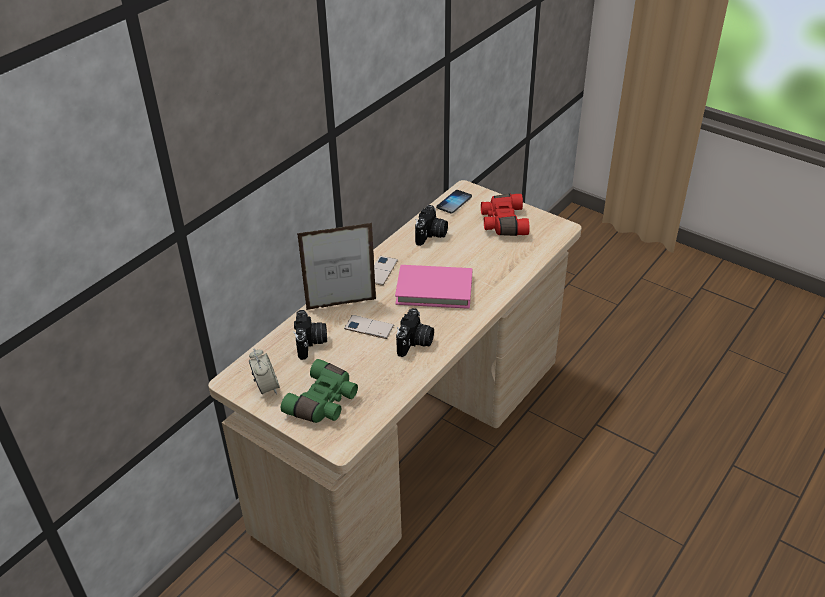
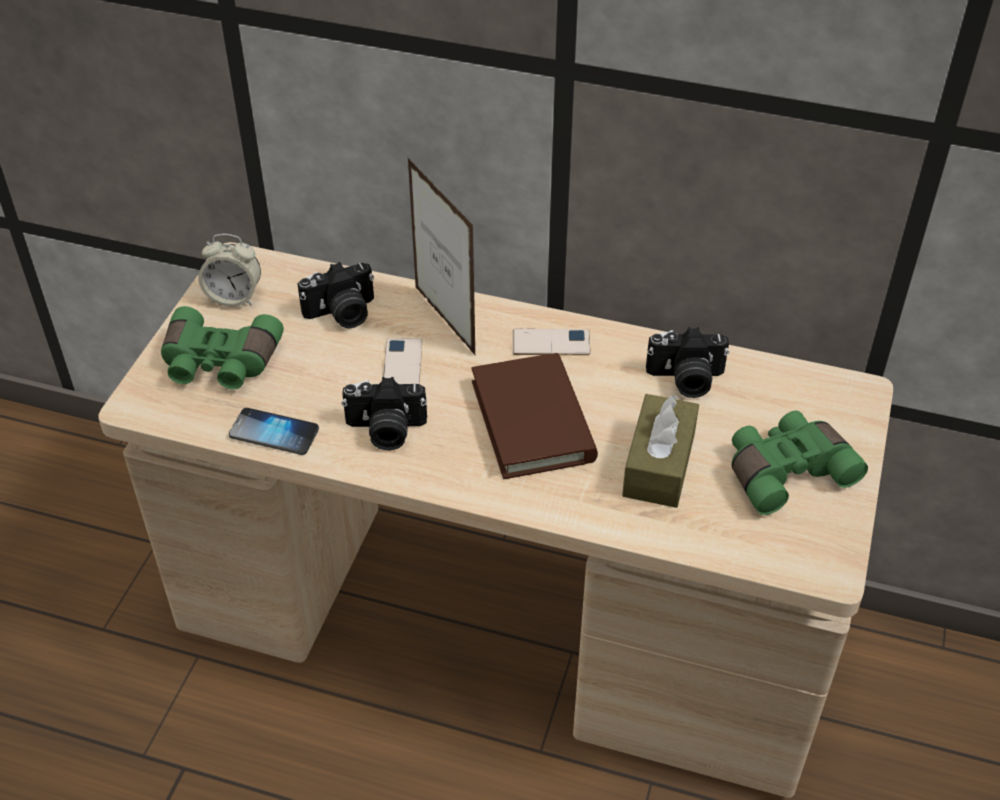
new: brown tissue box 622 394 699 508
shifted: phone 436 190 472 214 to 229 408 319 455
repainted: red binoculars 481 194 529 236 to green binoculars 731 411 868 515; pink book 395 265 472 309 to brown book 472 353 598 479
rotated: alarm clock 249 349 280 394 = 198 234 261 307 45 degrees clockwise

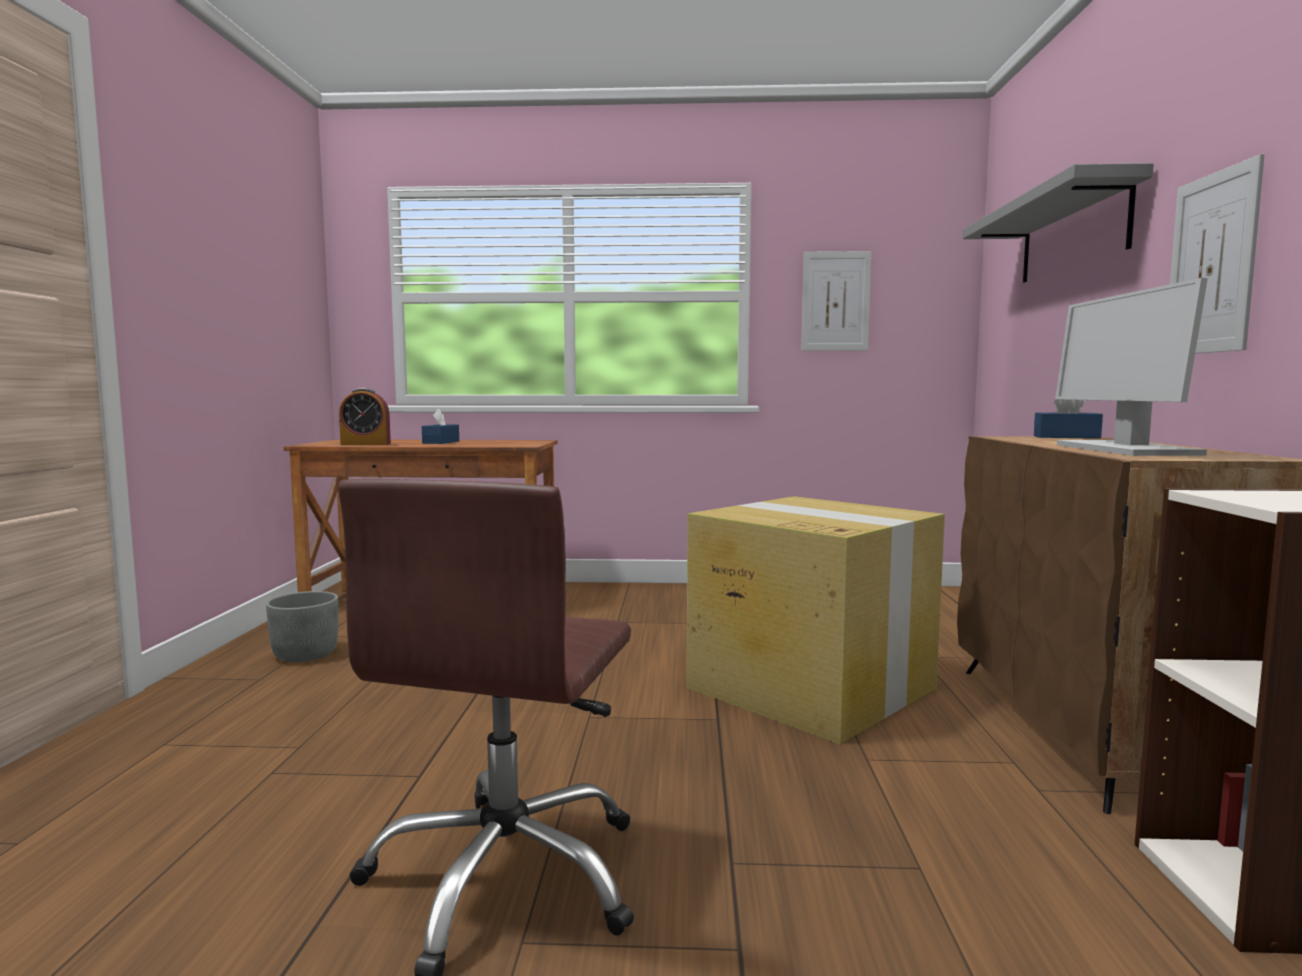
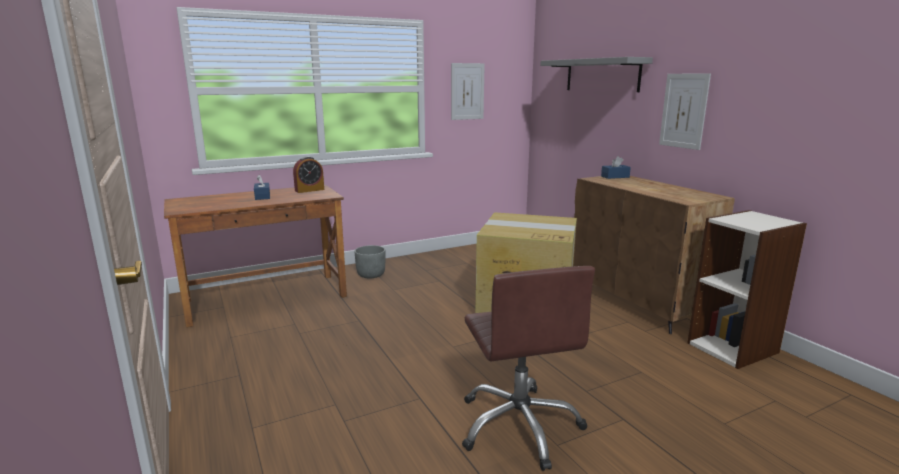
gone: monitor 1055 278 1208 456
shifted: alarm clock 339 388 391 445 to 293 156 324 193; grey planter 266 591 338 662 to 354 245 385 278

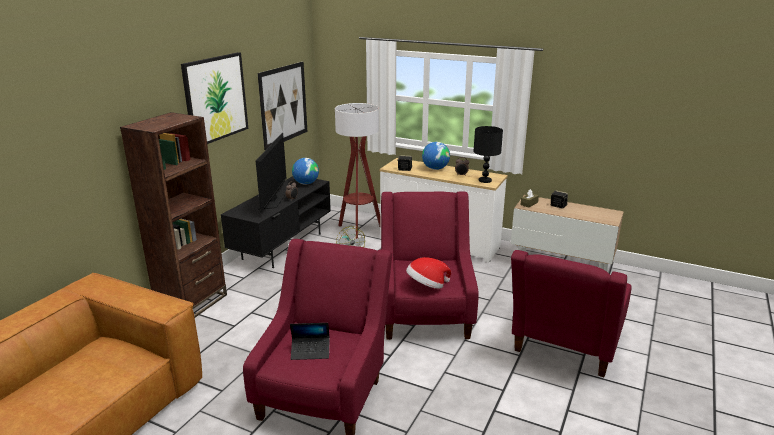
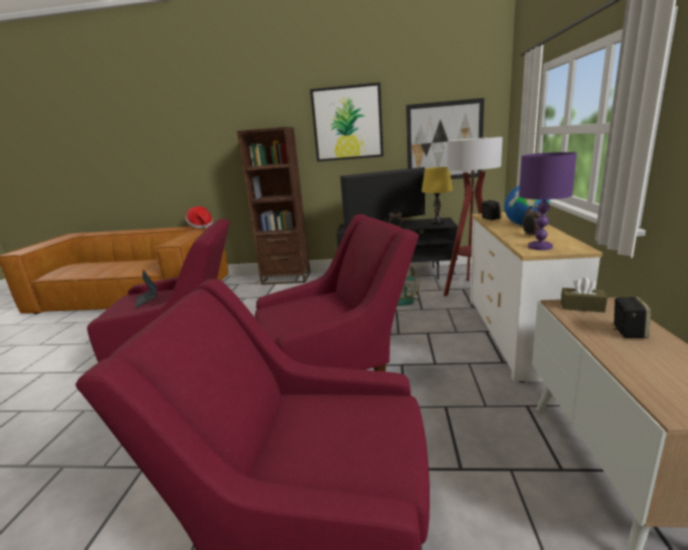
shifted: hat 406 257 451 289 to 185 206 213 228
swapped: globe 292 158 319 185 to yellow table lamp 421 167 453 225
repainted: black table lamp 473 126 503 183 to purple table lamp 519 152 577 250

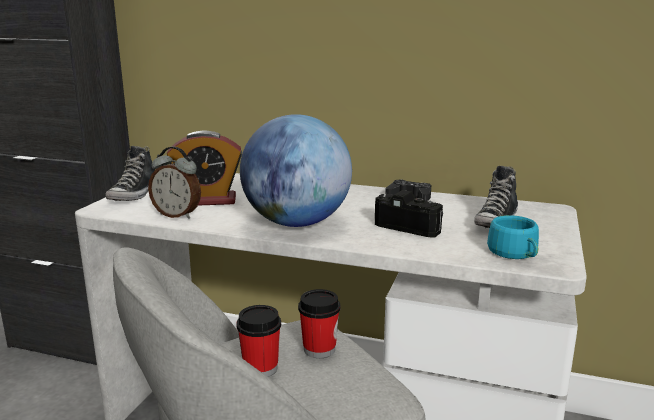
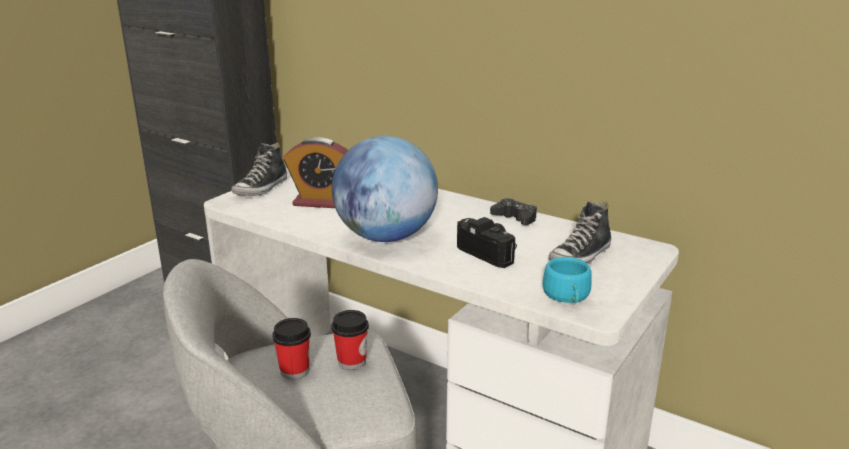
gone: alarm clock 148 147 201 219

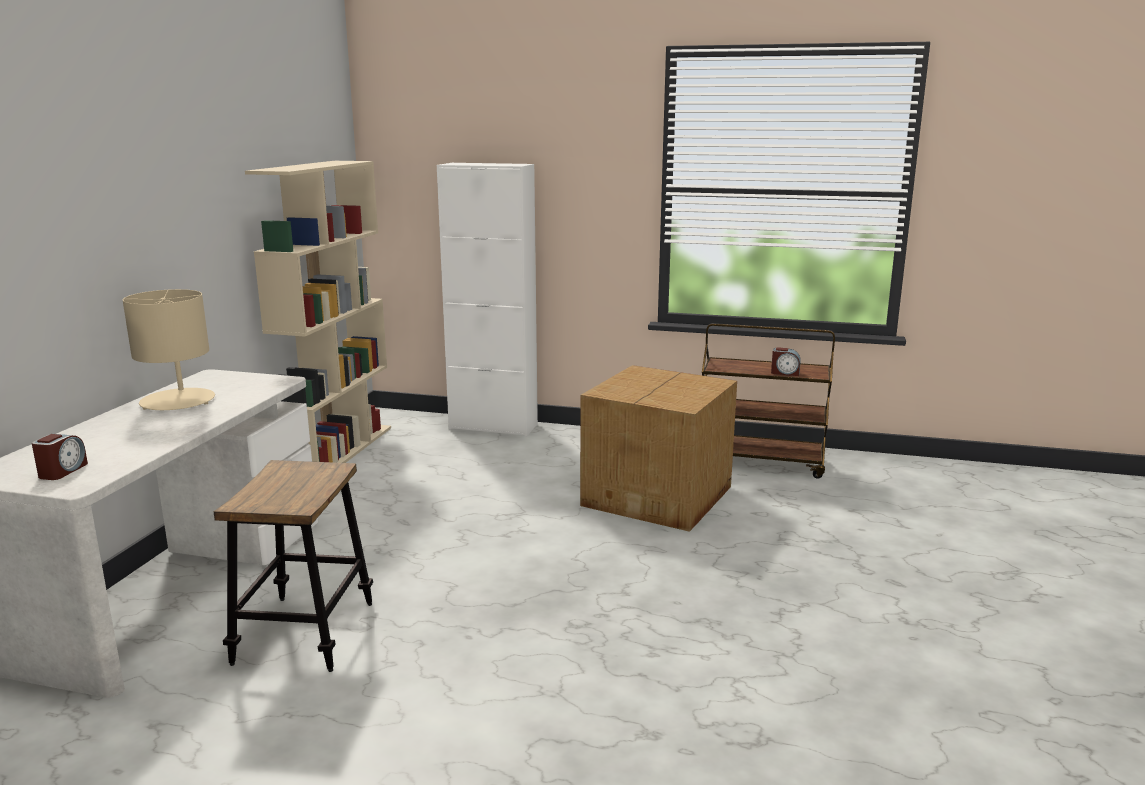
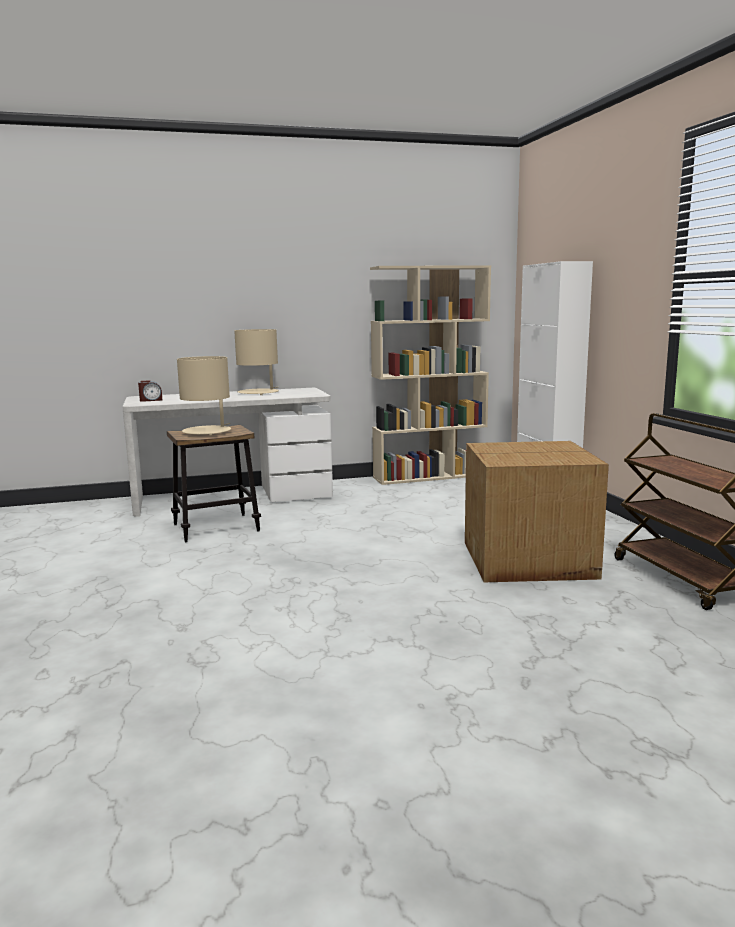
gone: alarm clock 771 347 801 376
new: beige table lamp 177 356 231 436

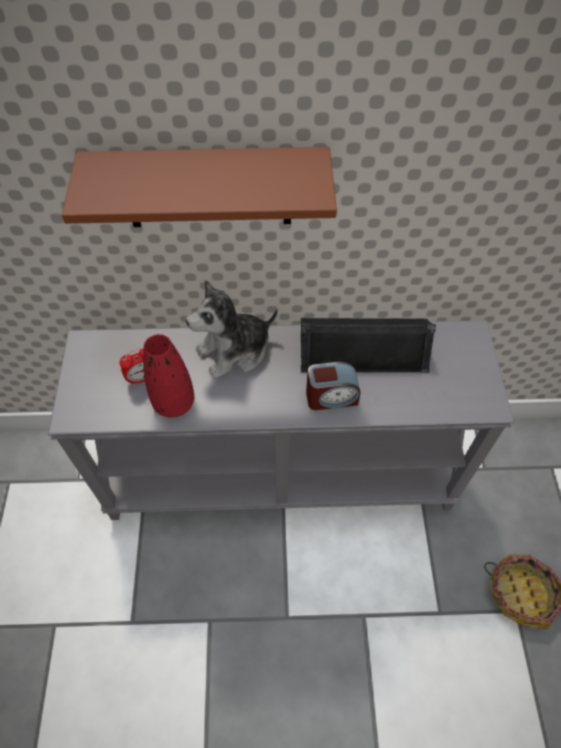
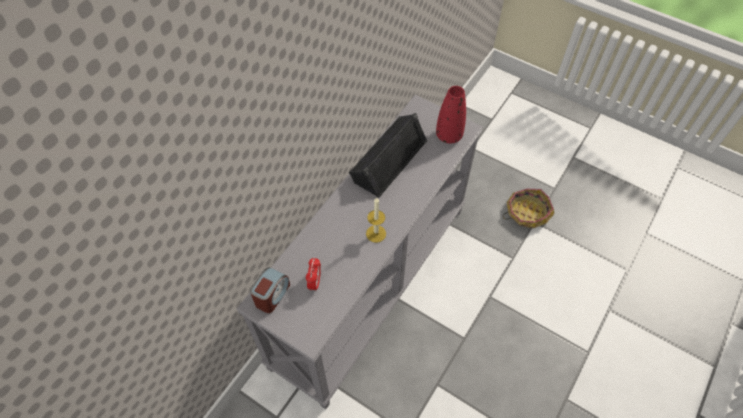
gone: brown shelf 62 147 337 227; plush toy 186 280 278 379
new: candle 366 198 386 243
shifted: red vase 143 334 194 417 to 436 86 466 144; alarm clock 306 362 360 410 to 250 267 290 313

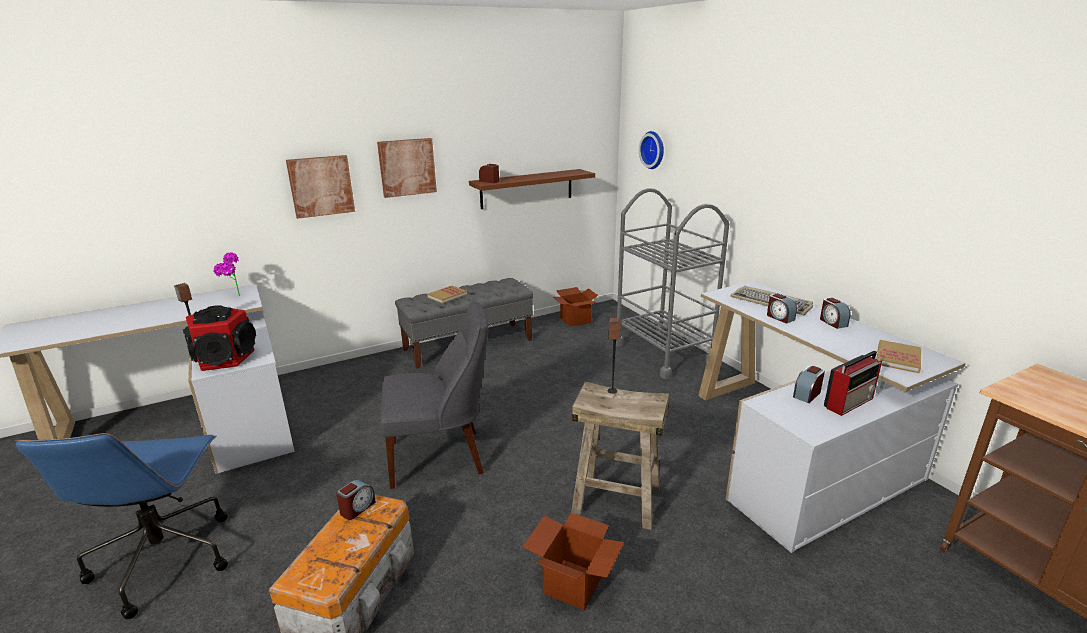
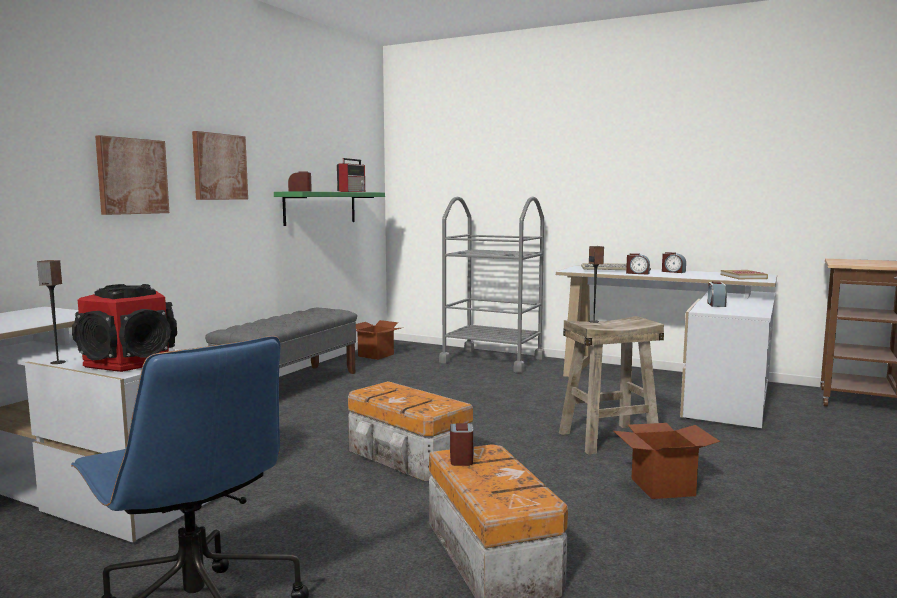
gone: wall clock 639 131 664 169; potted plant 213 252 240 296; book 427 286 467 304
shifted: radio 824 351 882 416 to 337 158 365 192
swapped: grey chair 380 301 488 489 to storage box 348 381 473 481
repainted: brown shelf 469 169 595 209 to green shelf 274 192 385 226

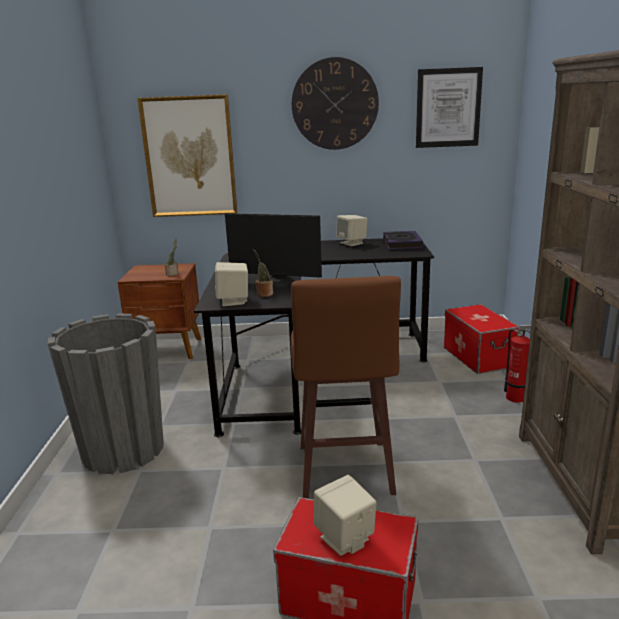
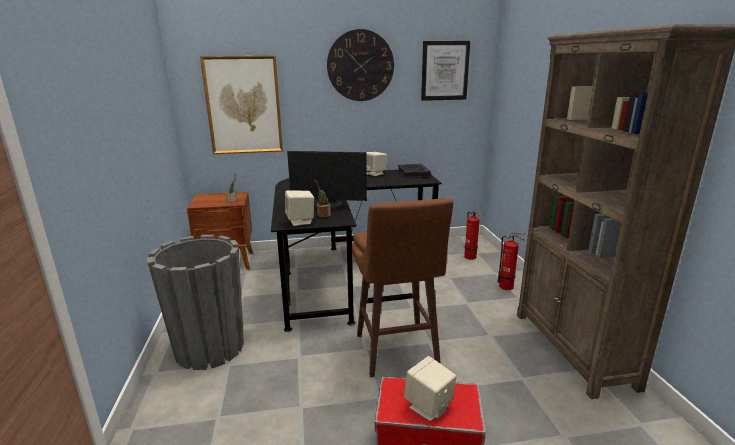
swapped: storage box 444 304 519 374 to fire extinguisher 464 209 482 260

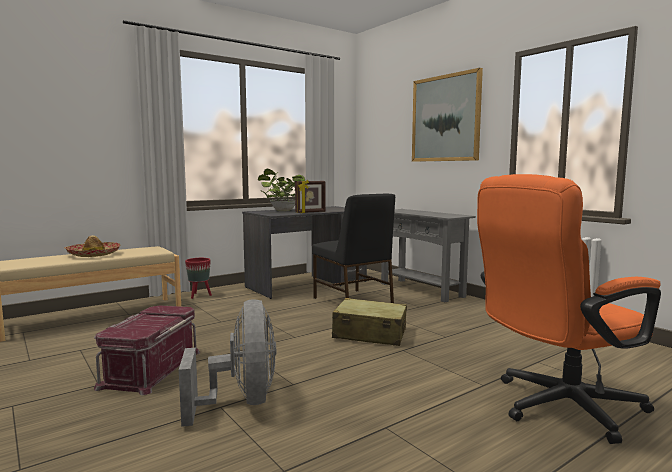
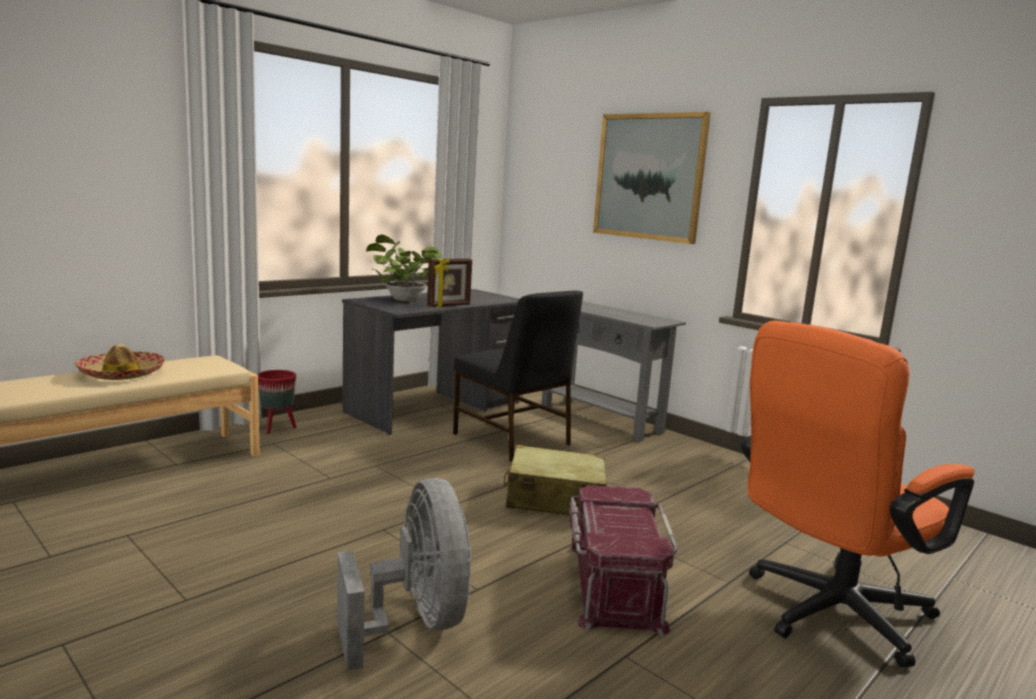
shifted: red storage box 94 305 200 396 to 569 485 678 636

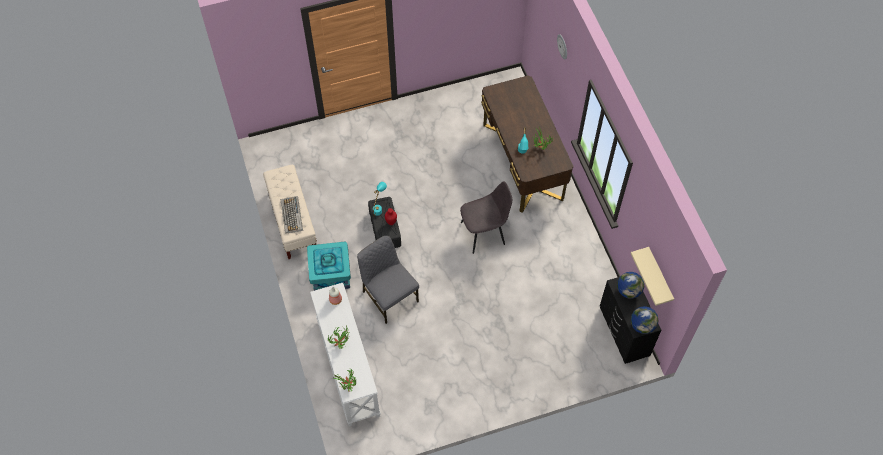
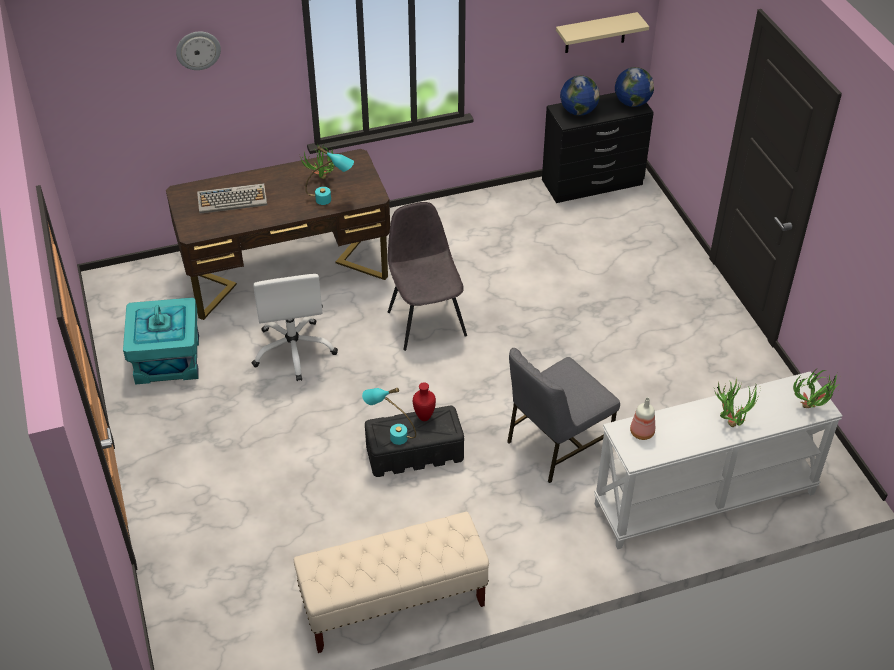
new: white office chair 252 274 338 381
shifted: keyboard 280 196 303 234 to 197 183 267 214; turquoise storage box 307 242 351 291 to 123 297 199 385

